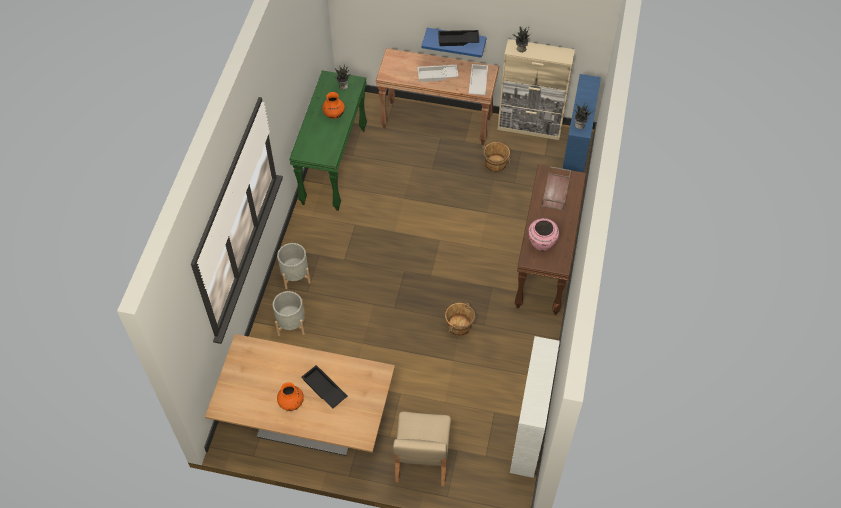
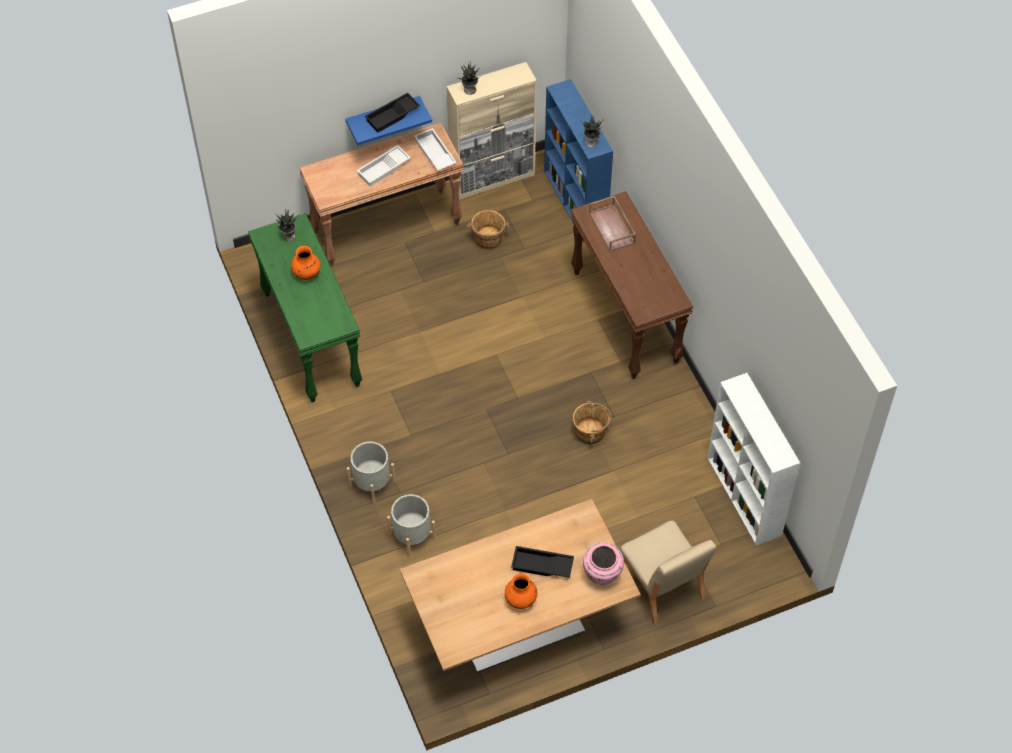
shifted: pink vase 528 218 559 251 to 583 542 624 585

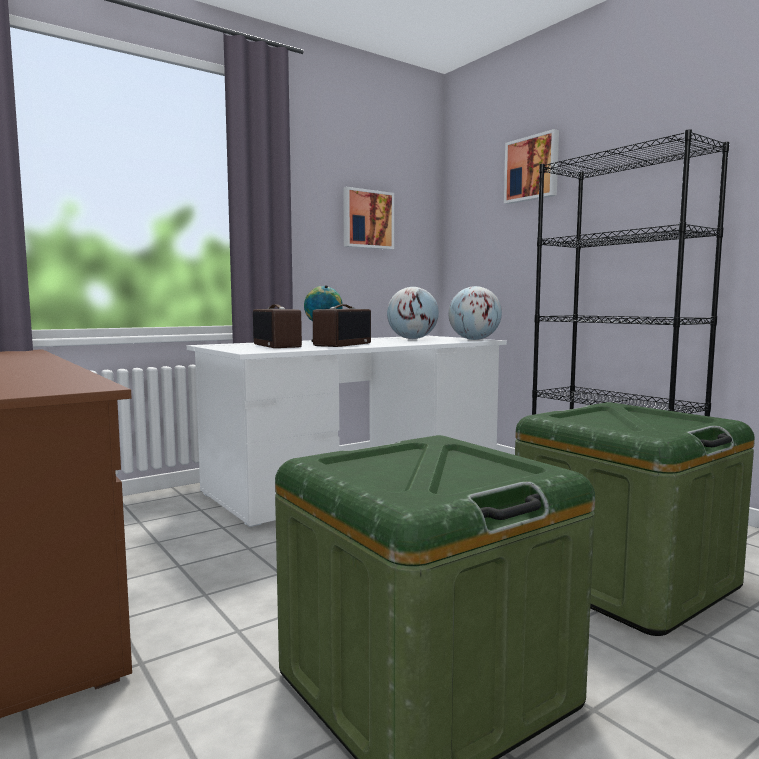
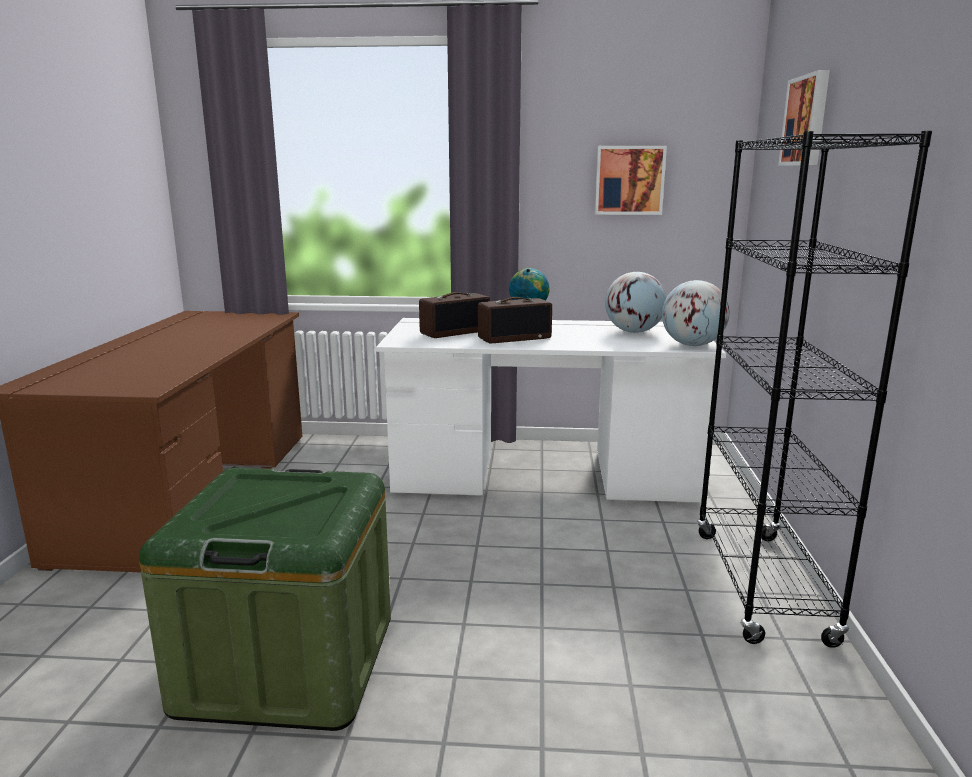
gone: green storage box 515 402 755 636
rotated: radio 253 304 302 348 = 419 292 490 338 135 degrees counterclockwise

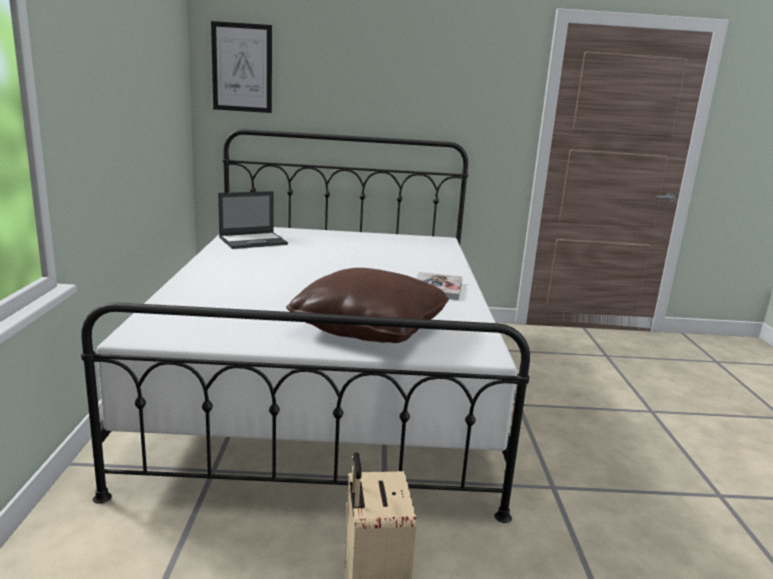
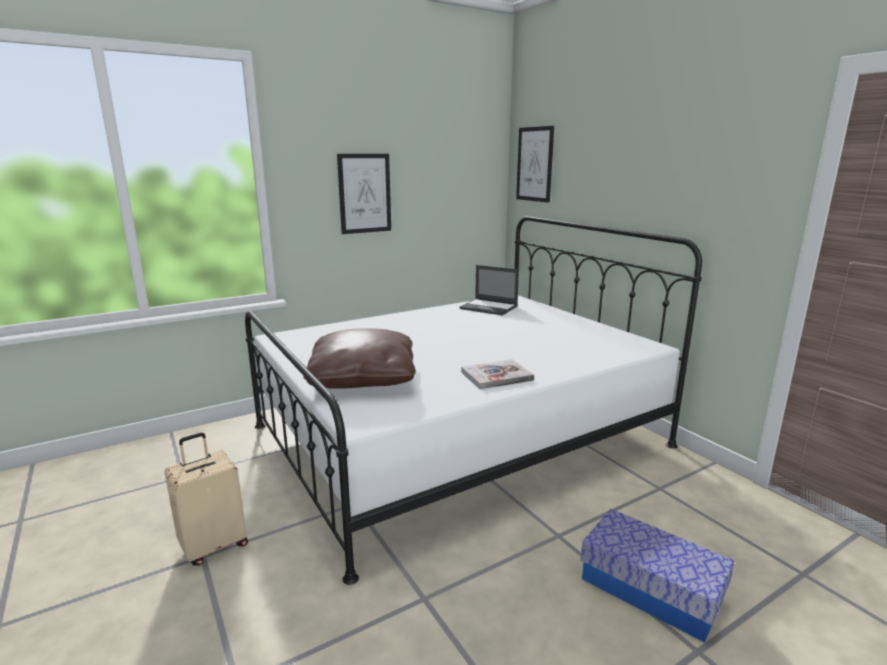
new: picture 337 154 391 234; storage box 580 509 735 643

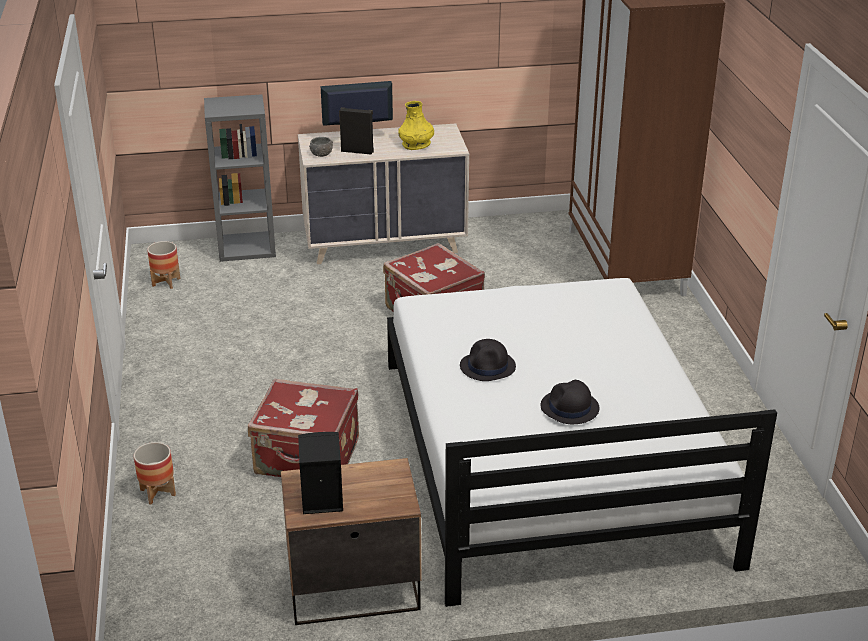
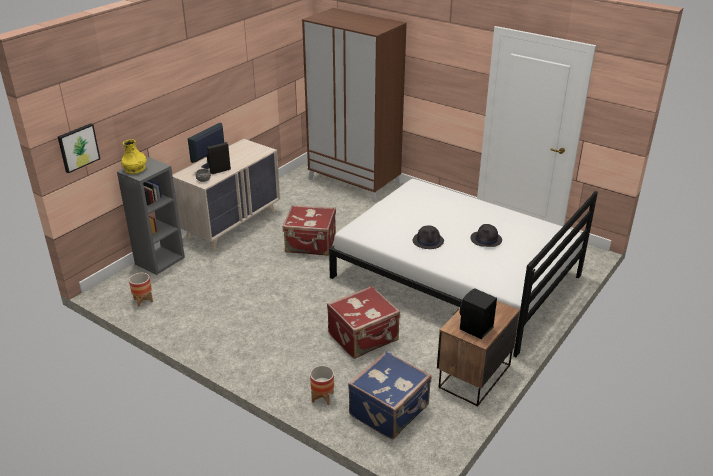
new: picture 58 123 100 173; blue suitcase 348 351 431 439
shifted: yellow vase 398 101 434 150 to 121 139 147 174

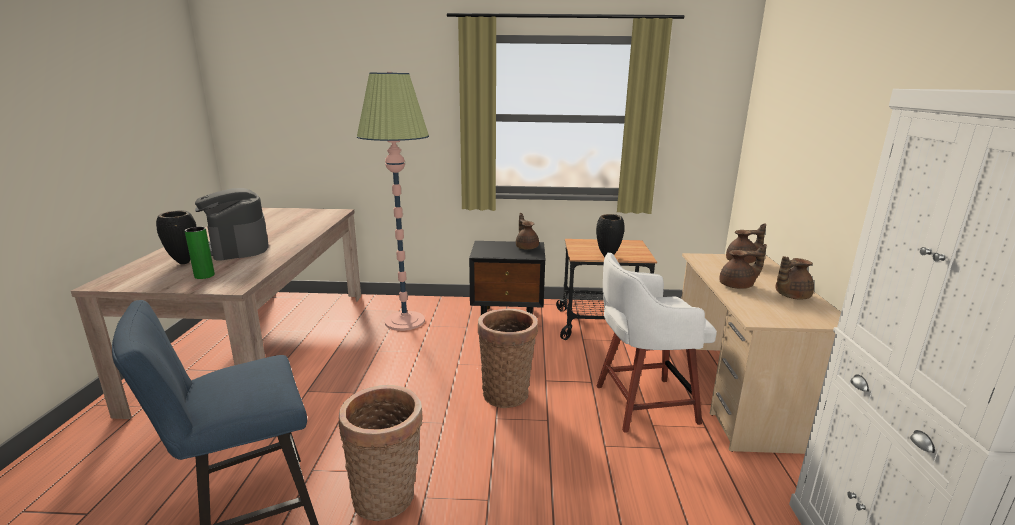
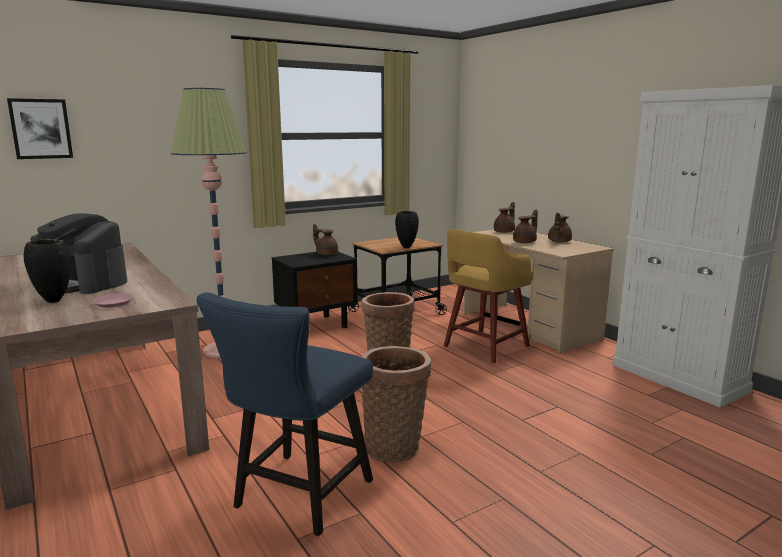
new: picture 7 98 73 159
swapped: green vase 185 227 215 279 to pink plate 92 293 133 308
repainted: white stool 597 252 717 433 to yellow stool 444 229 534 363

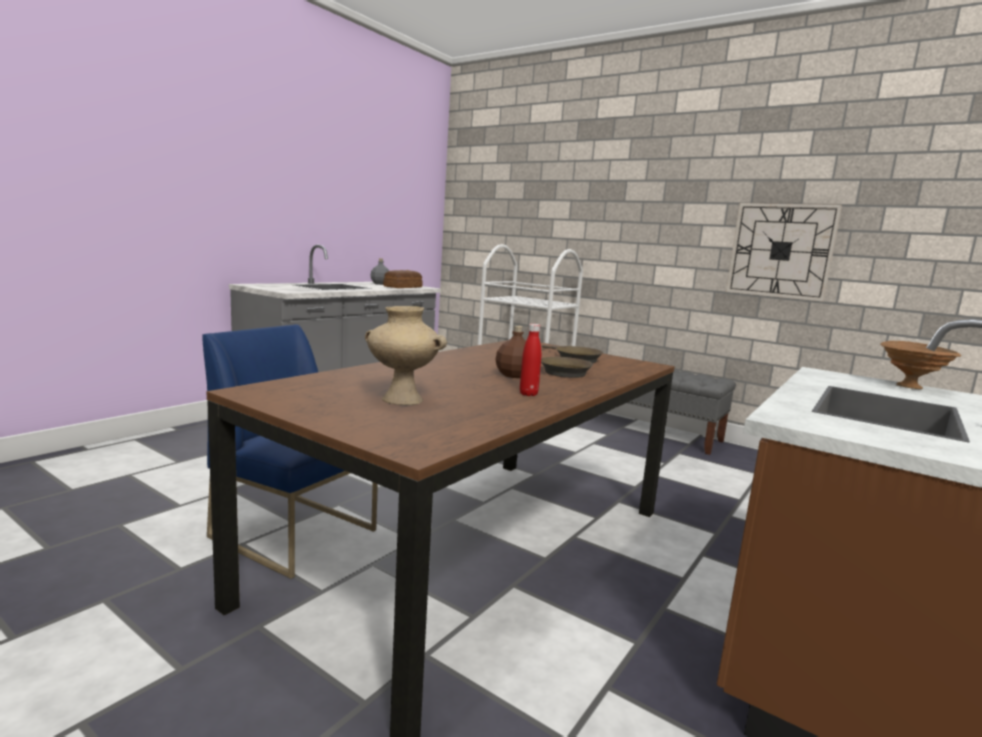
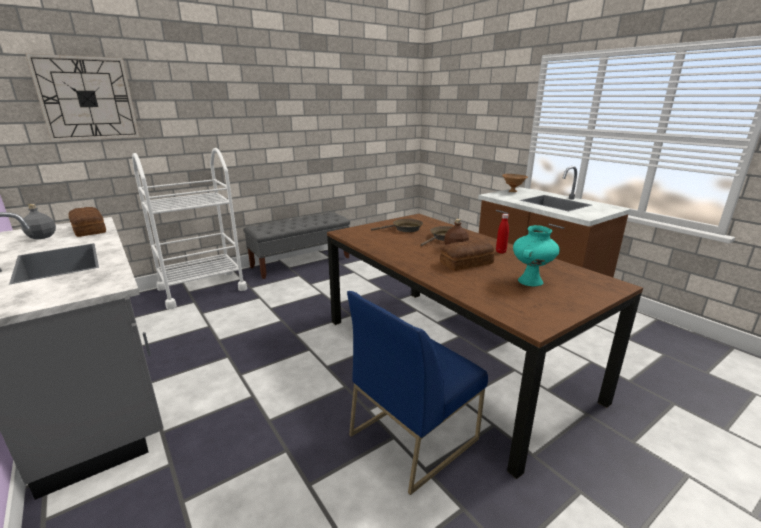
new: bread 440 239 494 271
shifted: wall clock 726 203 842 302 to 26 54 140 141
repainted: beige vase 365 306 447 405 to turquoise vase 513 225 560 286

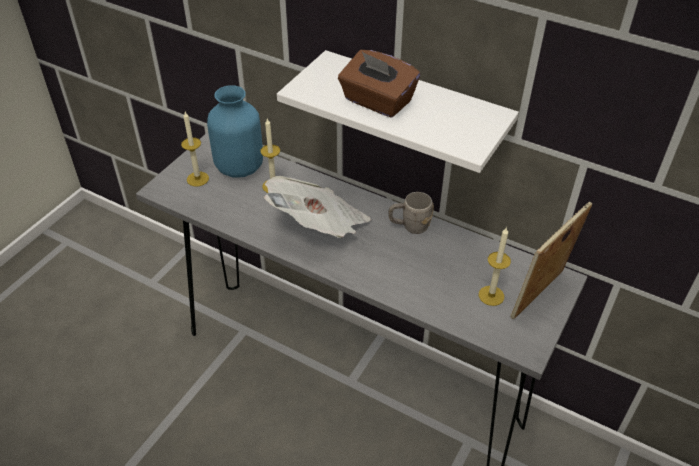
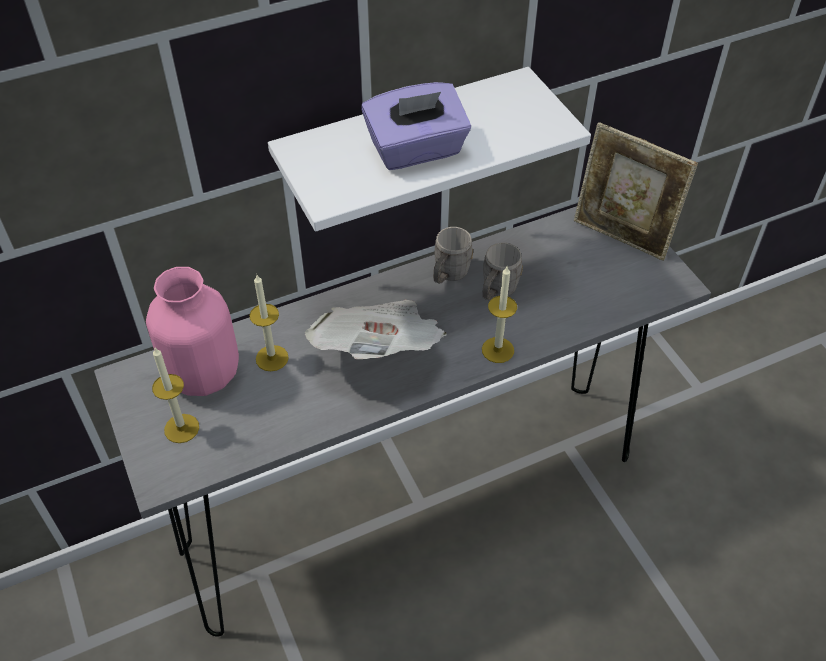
new: grey mug 482 242 523 300
shifted: candle 479 227 511 306 to 482 267 517 363
repainted: brown tissue box 338 50 420 118 to purple tissue box 361 82 471 170; blue vase 207 85 263 178 to pink vase 146 267 239 396
rotated: picture frame 510 202 592 319 = 574 122 698 261 45 degrees counterclockwise

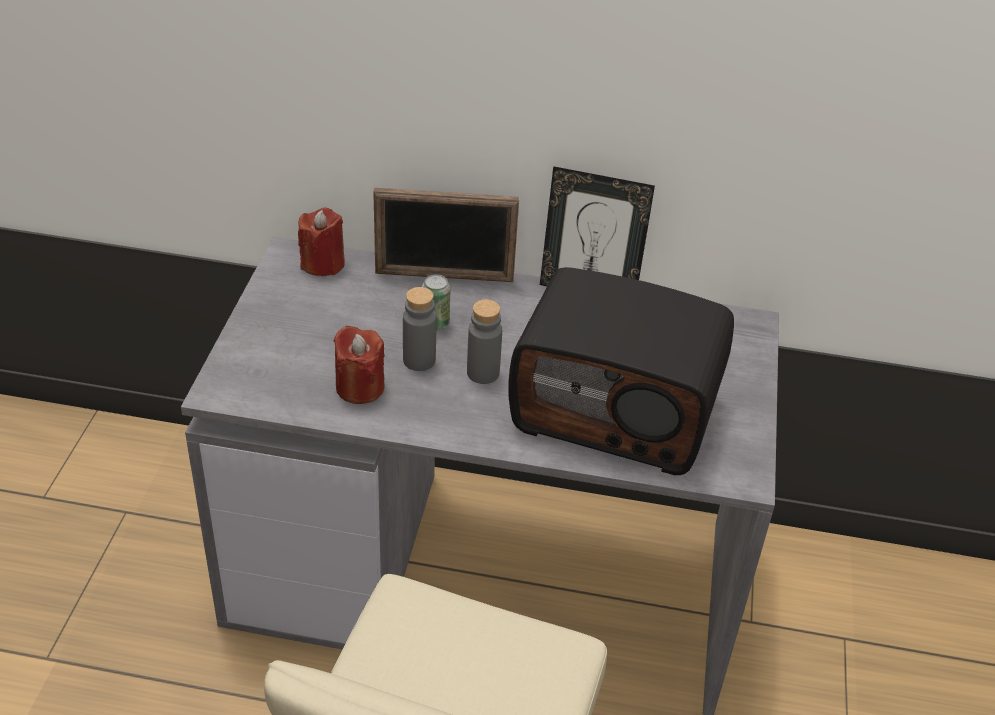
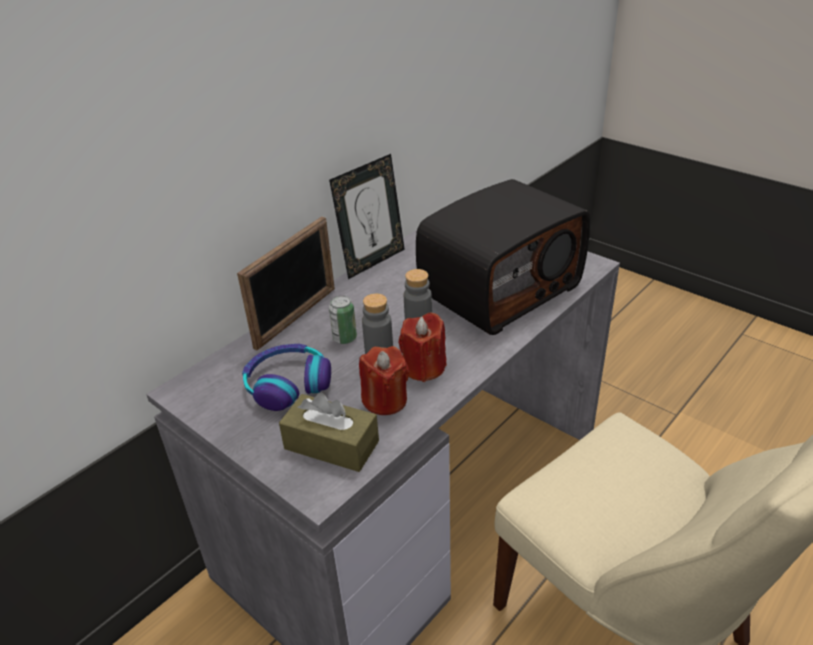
new: headphones 242 344 331 411; brown tissue box 279 393 379 472
shifted: red candle 298 207 345 276 to 399 313 446 382

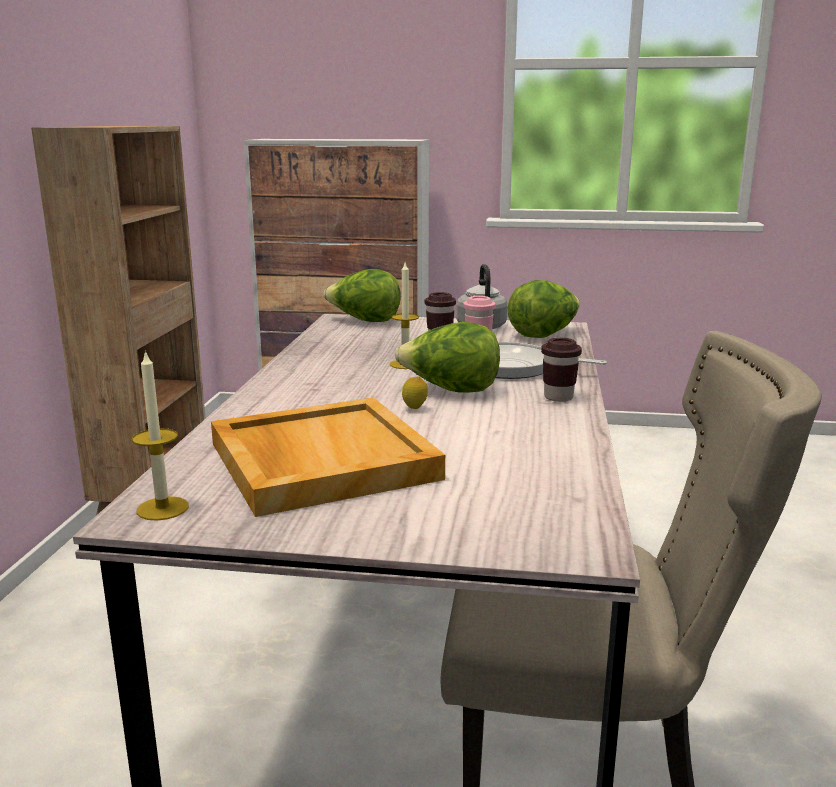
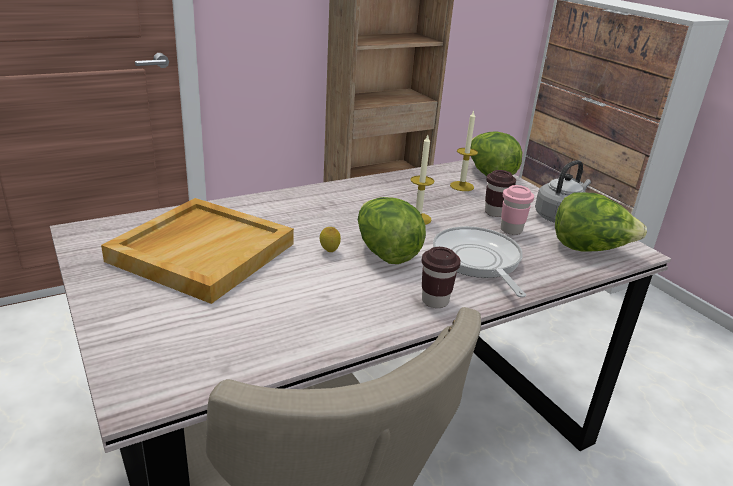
shifted: candle 132 350 189 521 to 450 110 478 191

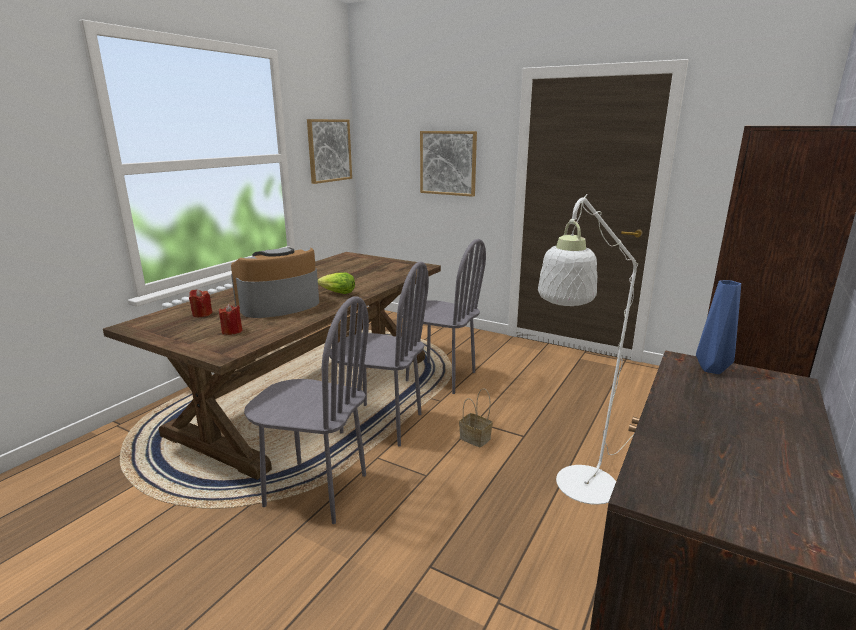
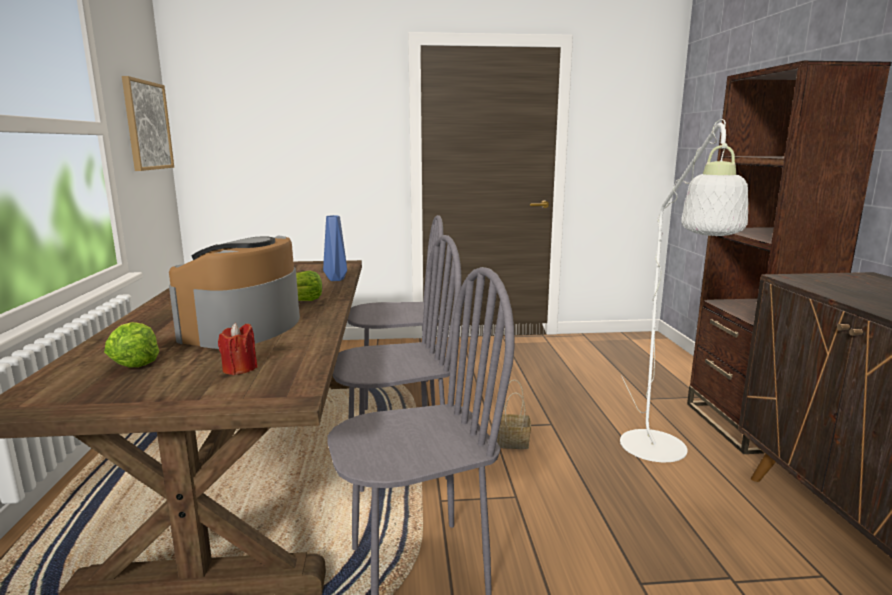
gone: picture 420 131 477 197
shifted: blue vase 696 280 741 374 to 323 215 347 281
swapped: red candle 189 289 212 317 to lettuce 104 322 159 367

